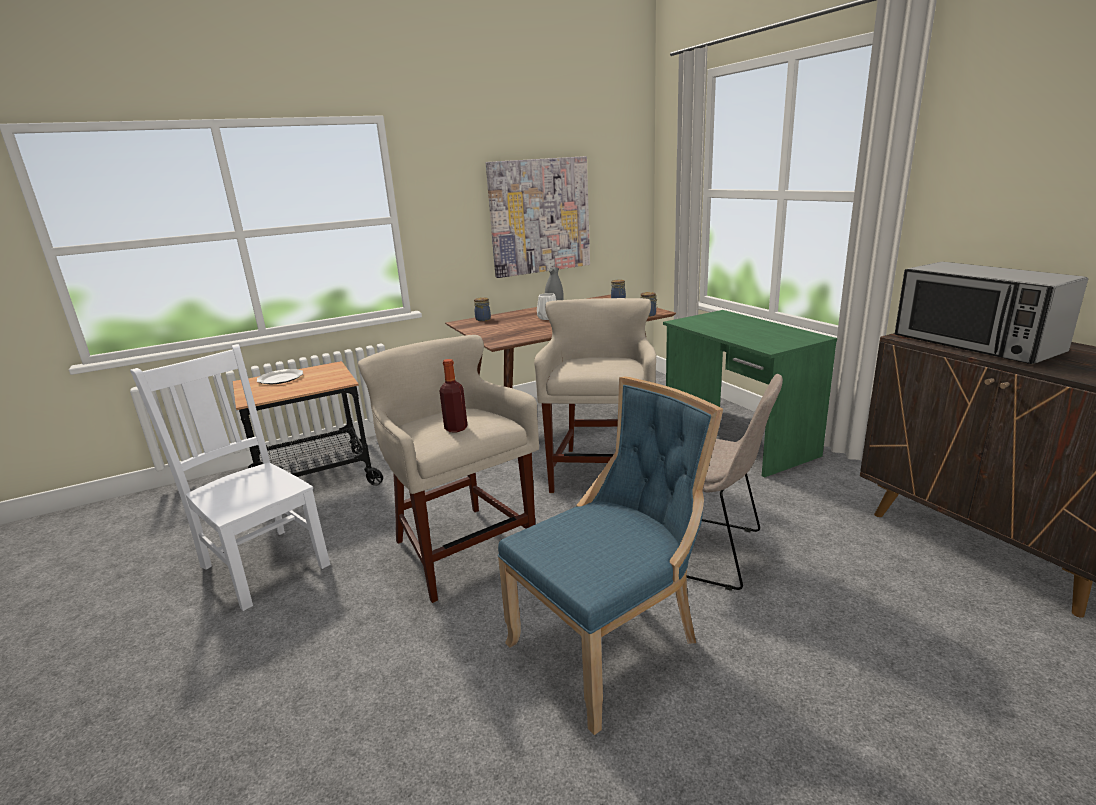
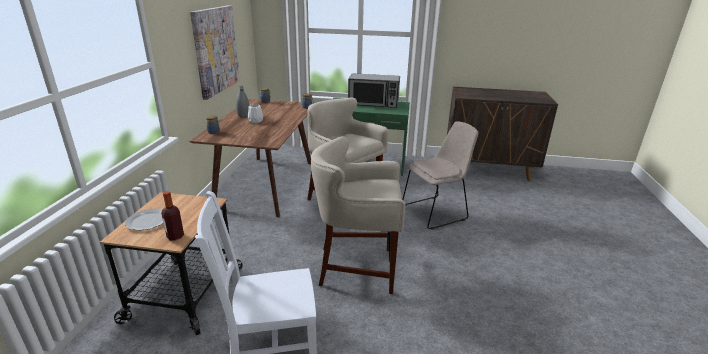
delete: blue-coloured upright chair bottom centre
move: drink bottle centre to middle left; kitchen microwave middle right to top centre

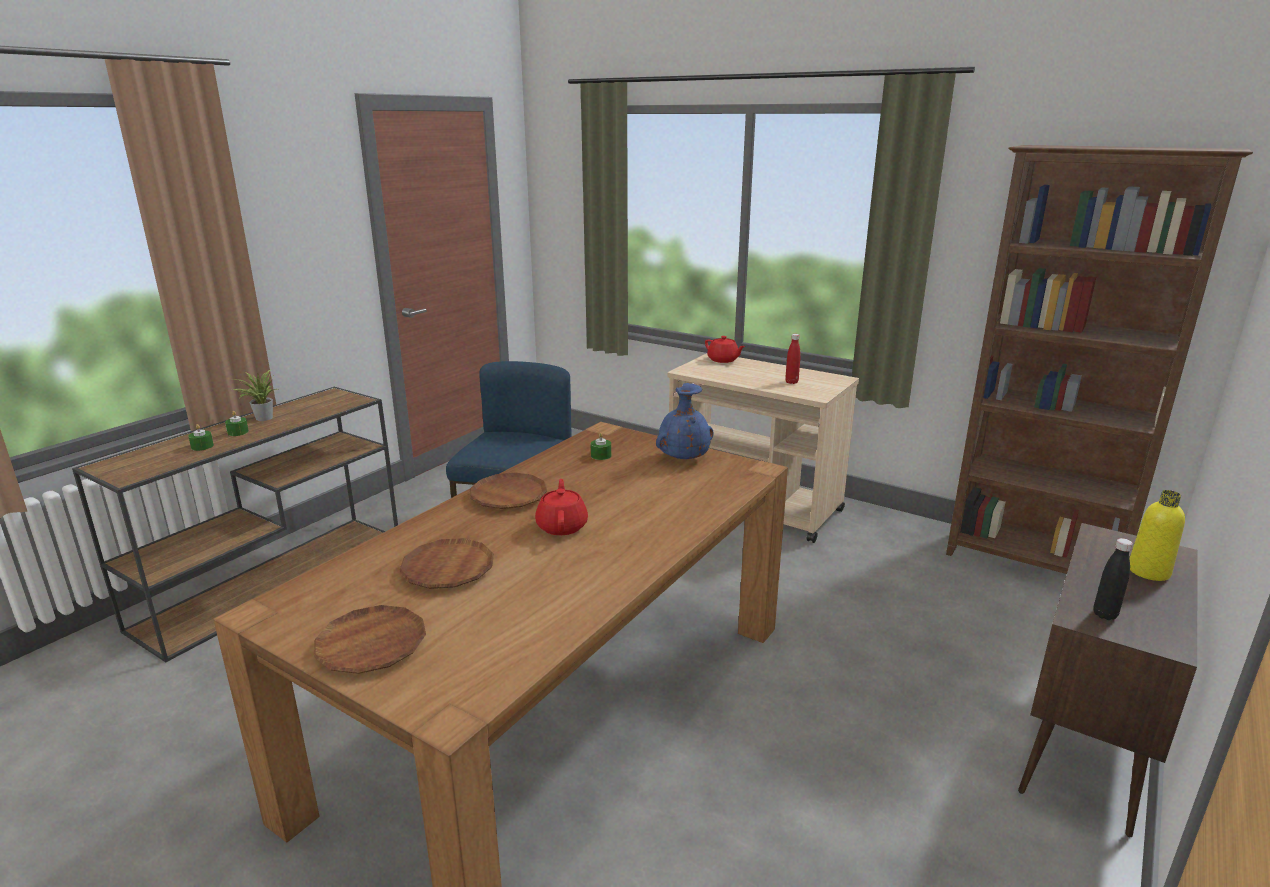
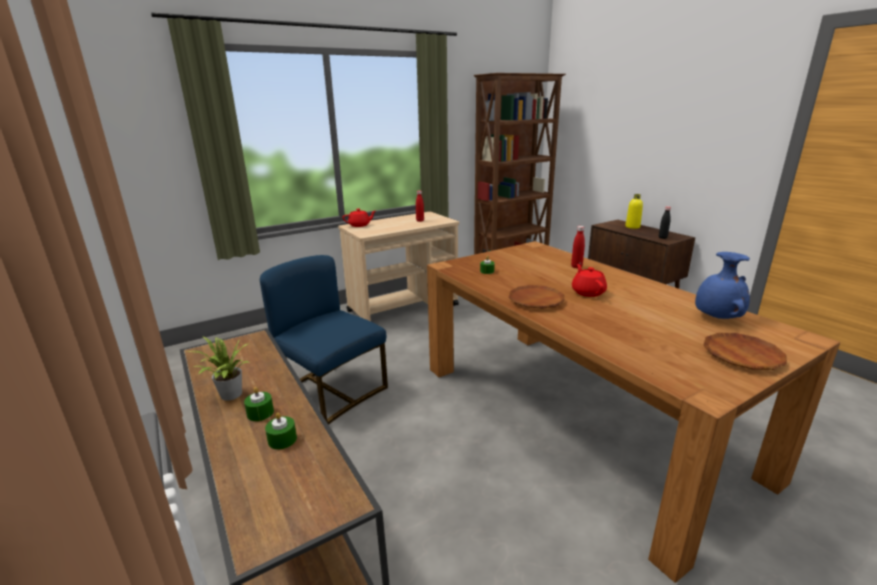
delete: brown-coloured flat dish (2nd from left) centre
insert: red-coloured drink bottle (2nd from left) centre
move: blue-coloured vase centre to middle right
rotate: red-coloured tea pot (1st from left in the first image) centre = middle right 60 degrees clockwise

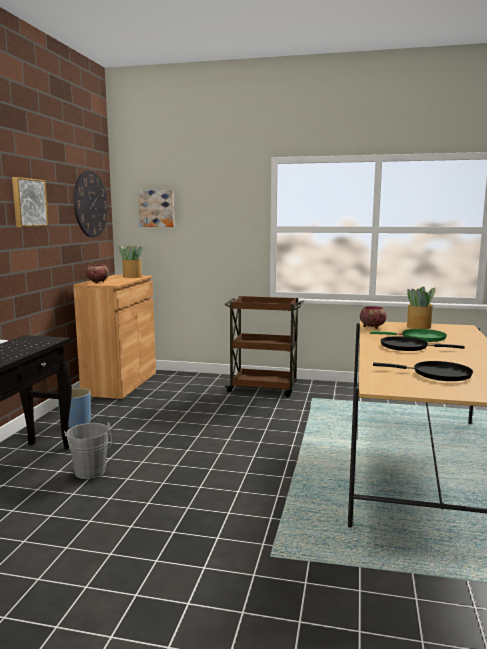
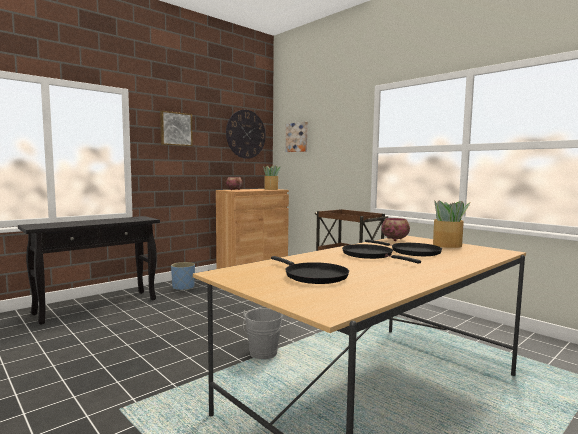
move: gray bucket bottom left to bottom centre
recolor: green skillet middle right to black skillet (3rd from left) middle right

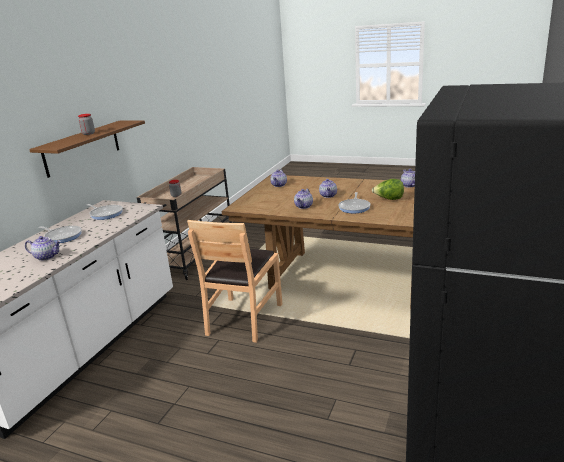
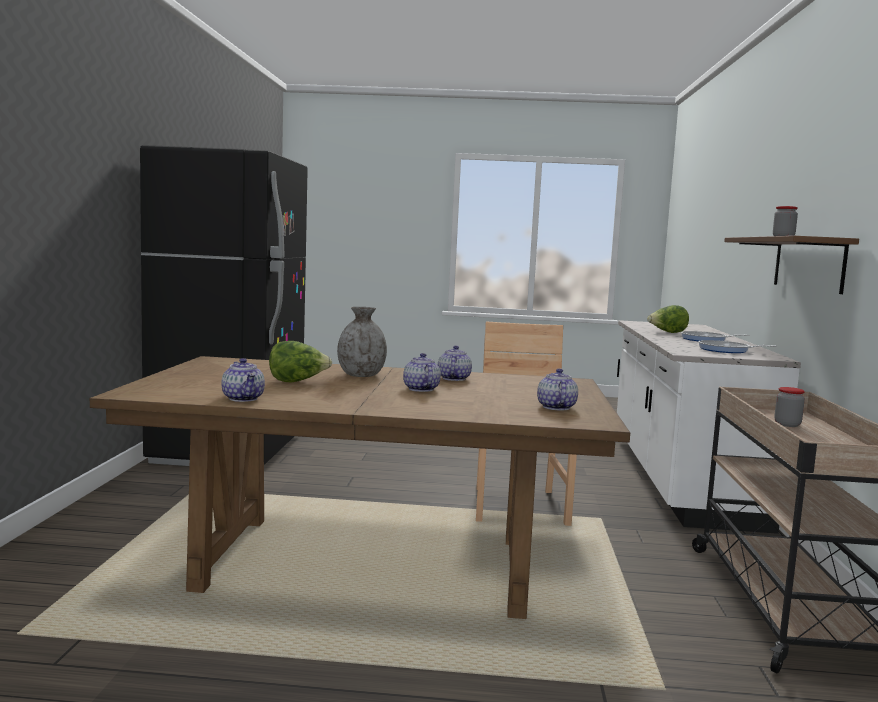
replace: tea pot (1st from left) middle left to lettuce head (2nd from left) middle right; skillet (3rd from left) centre to gray vase centre

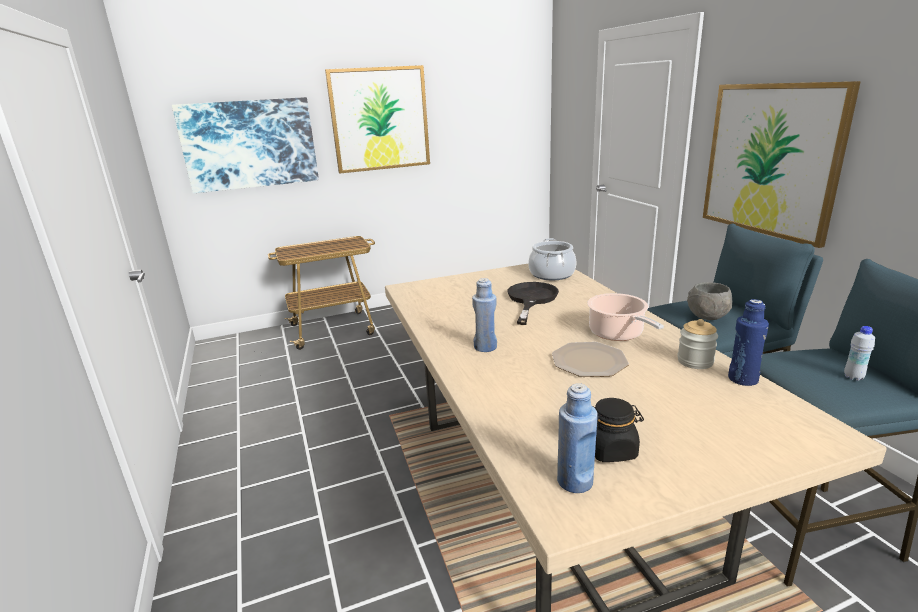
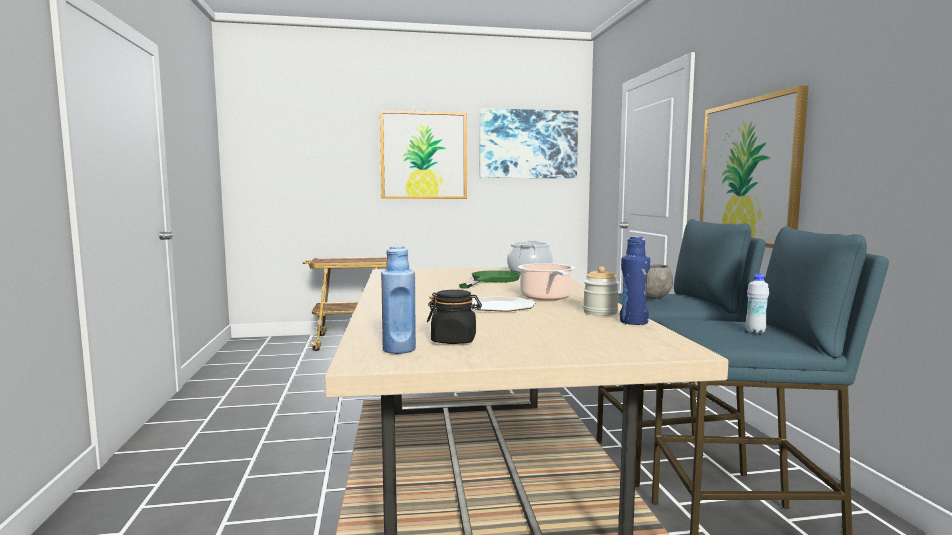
delete: blue-coloured drink bottle (1st from left) centre
move: picture (1st from left in the first image) top left to picture (2nd from left) top centre
recolor: black skillet centre to green skillet centre

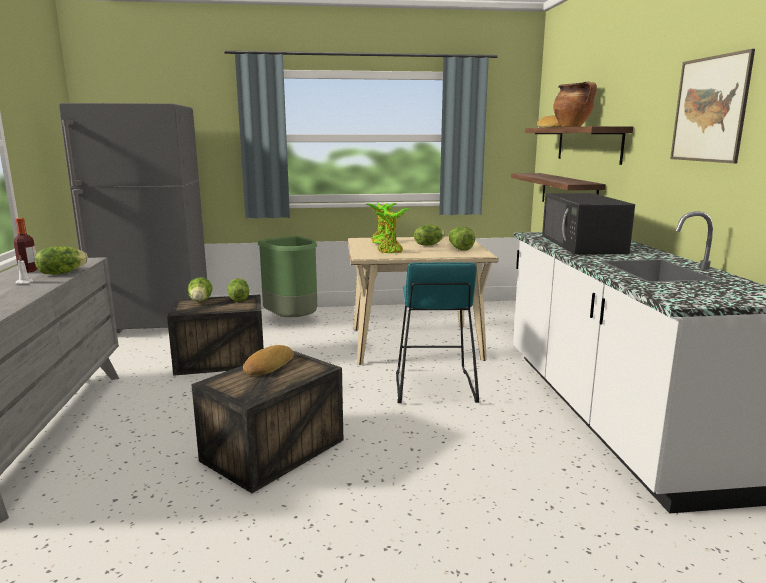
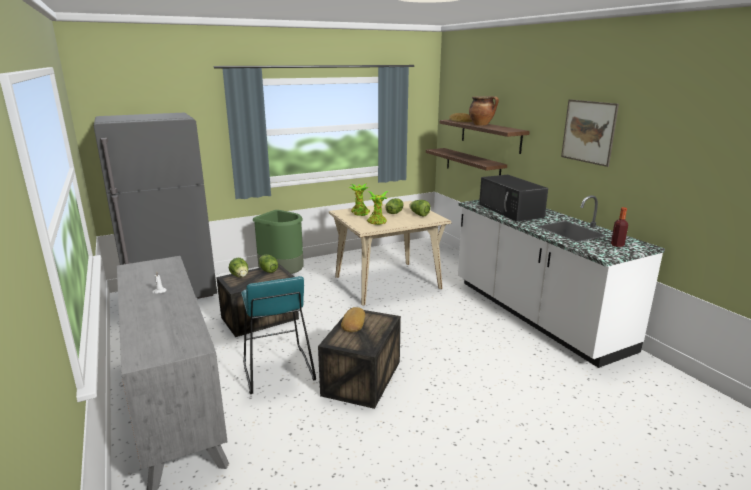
delete: lettuce head (1st from left) middle left
move: drink bottle middle left to middle right; turquoise-coloured stool seat centre to bottom centre

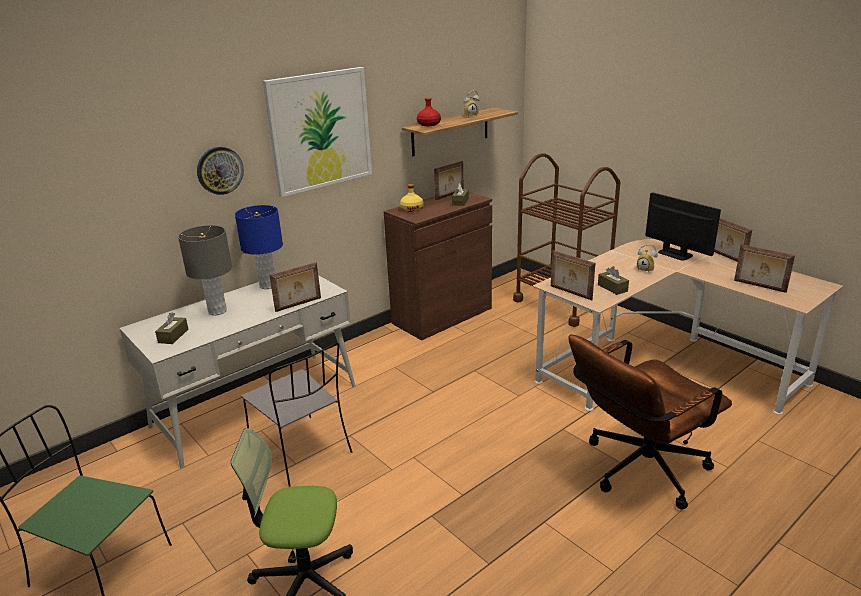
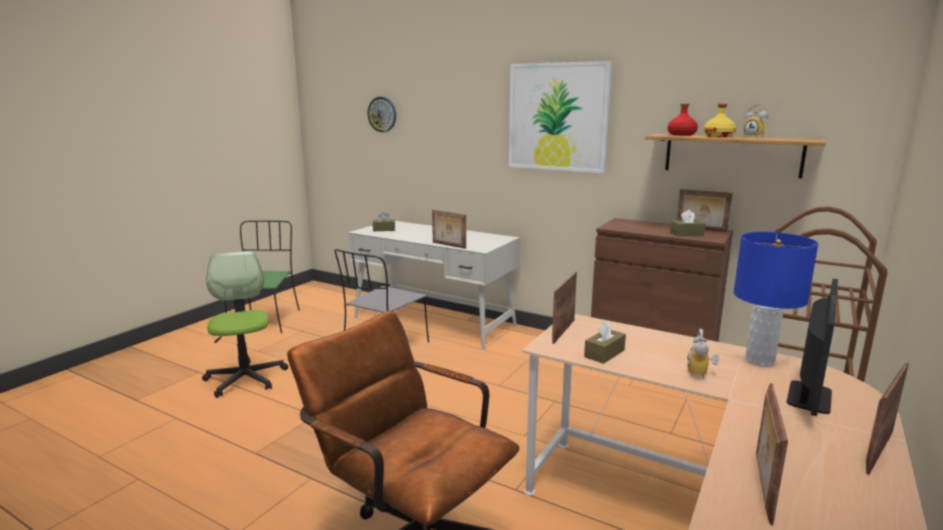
delete: gray table lamp middle left
move: hanging clock top left to top centre; blue-coloured table lamp middle left to middle right; yellowish drink bottle top centre to top right

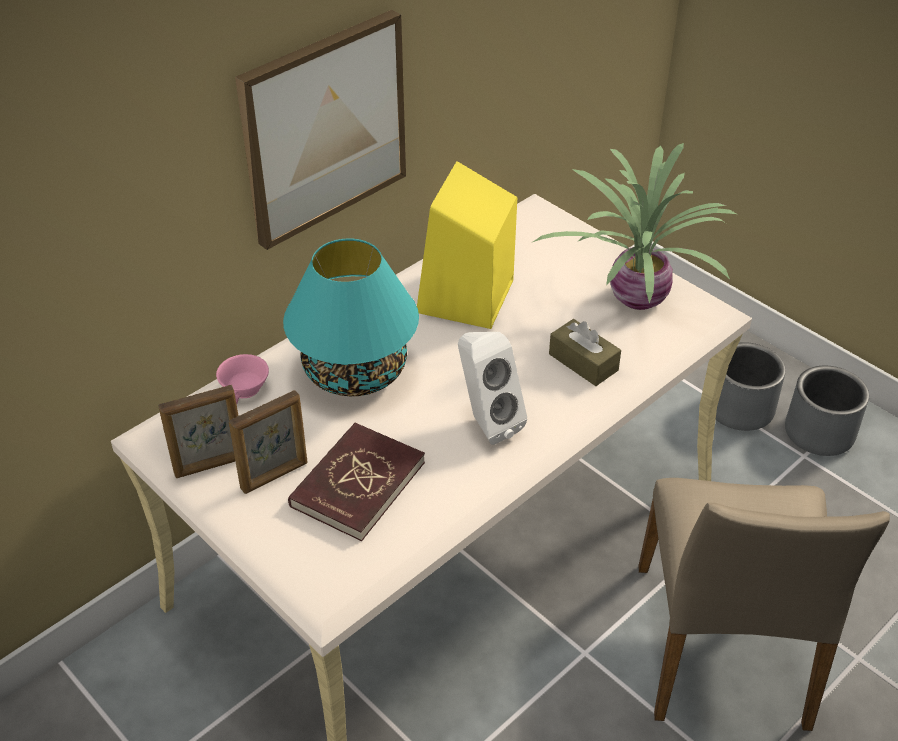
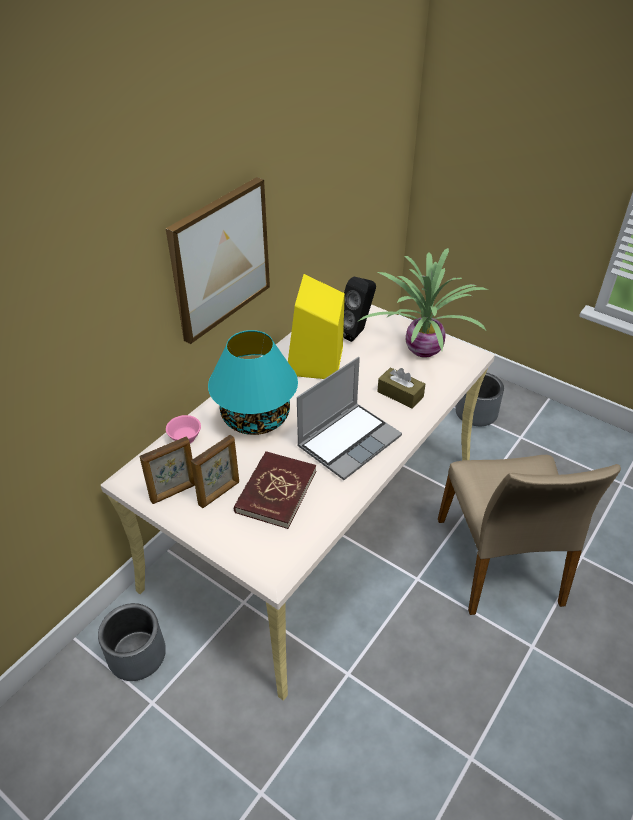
insert: black speaker centre
move: gray planter (2nd from left in the first image) middle right to gray planter (1st from left) bottom left
replace: white-coloured speaker centre to laptop centre

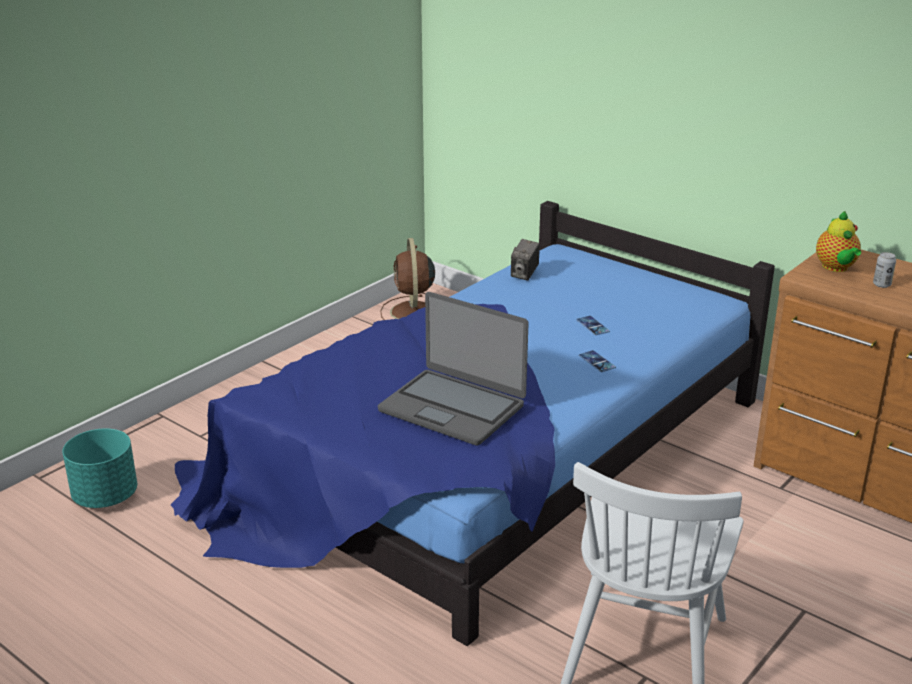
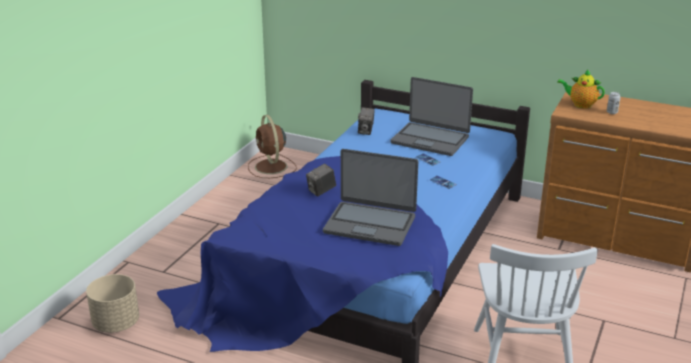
insert: photo camera (1st from left) centre; laptop (2nd from left) top centre
recolor: turquoise-coloured planter bottom left to sand-coloured planter bottom left
rotate: tea pot middle right = top right 135 degrees clockwise

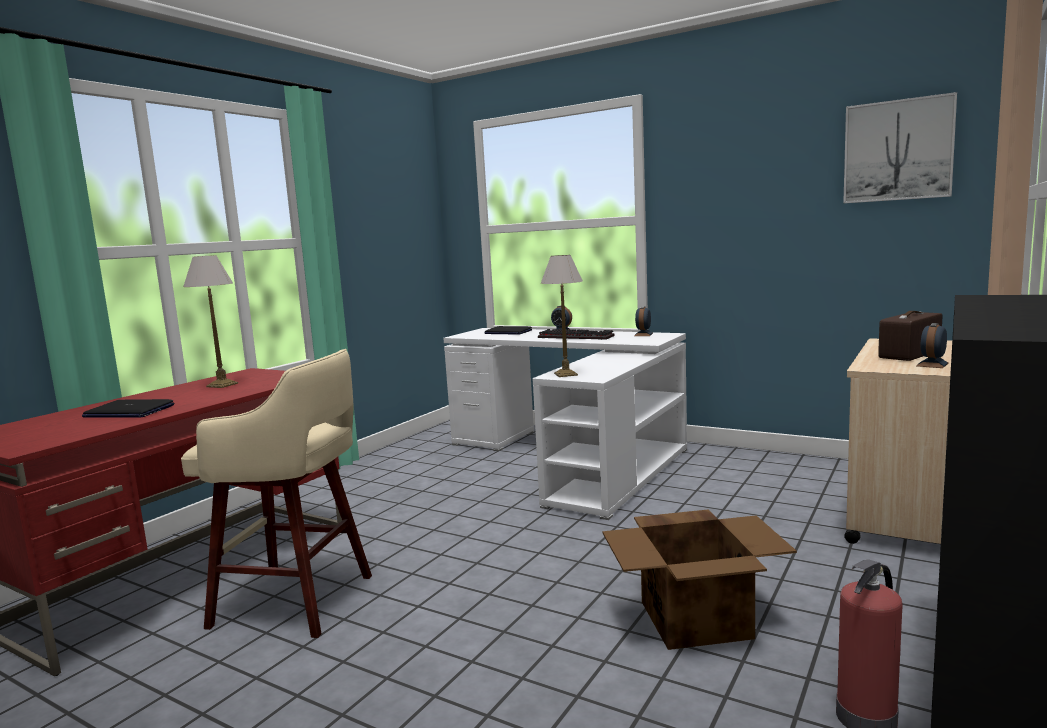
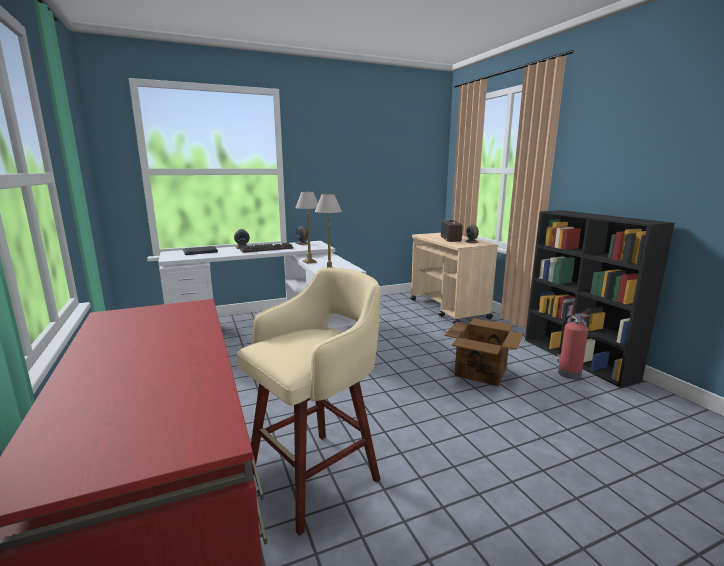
delete: laptop (1st from left) middle left; picture top right
move: table lamp (1st from left) middle left to centre

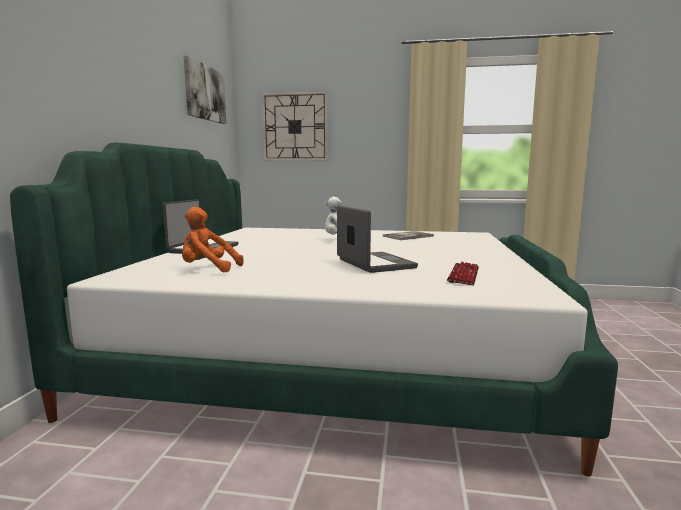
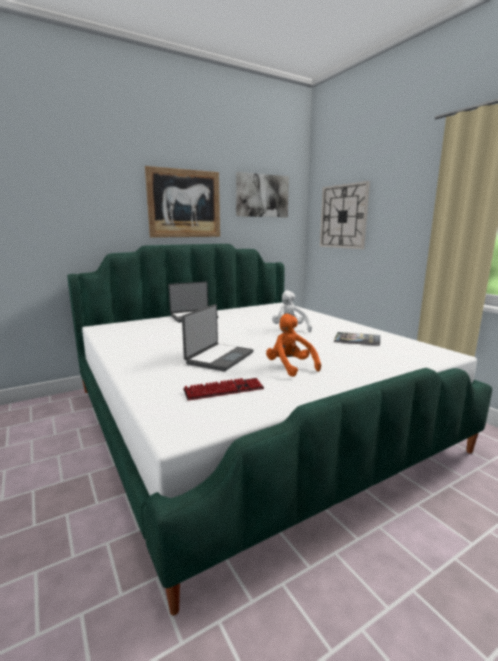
insert: picture (1st from left) top centre
move: orangey soft toy middle left to centre

